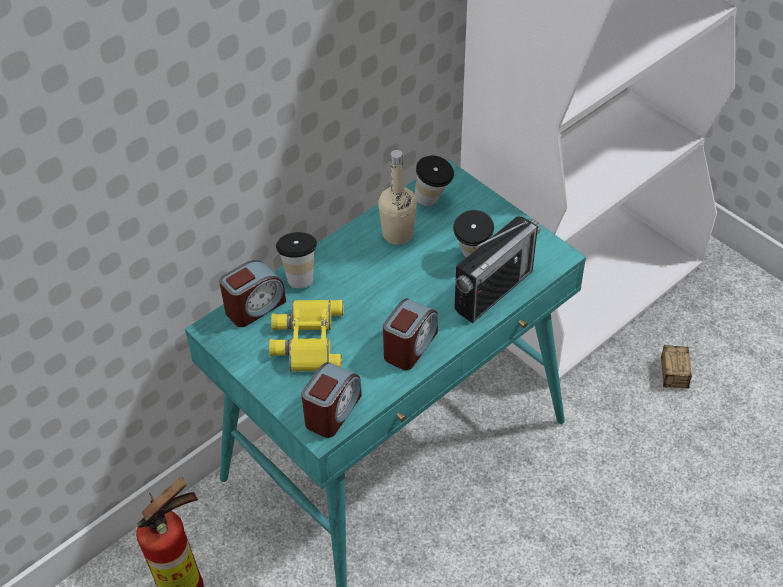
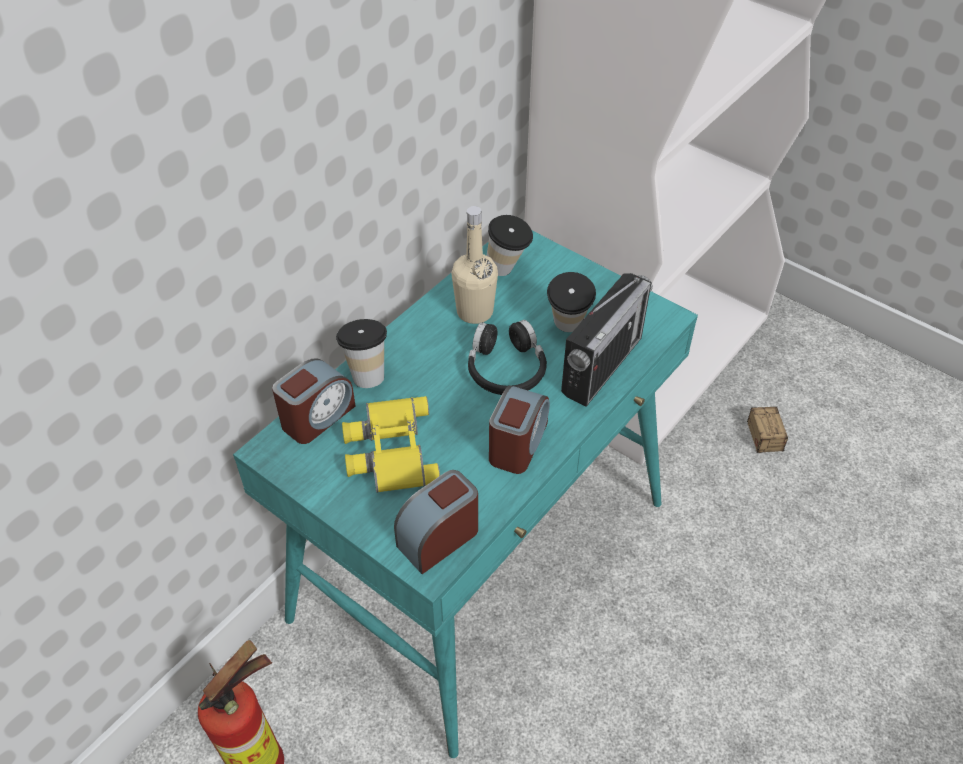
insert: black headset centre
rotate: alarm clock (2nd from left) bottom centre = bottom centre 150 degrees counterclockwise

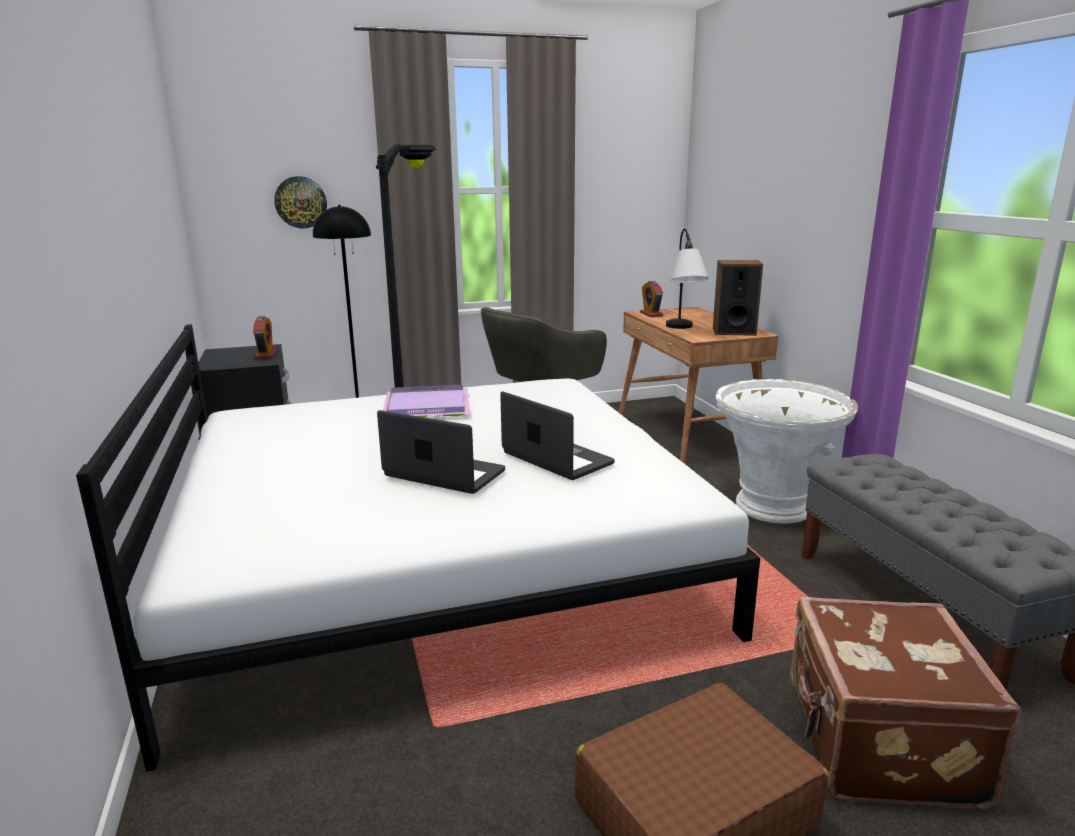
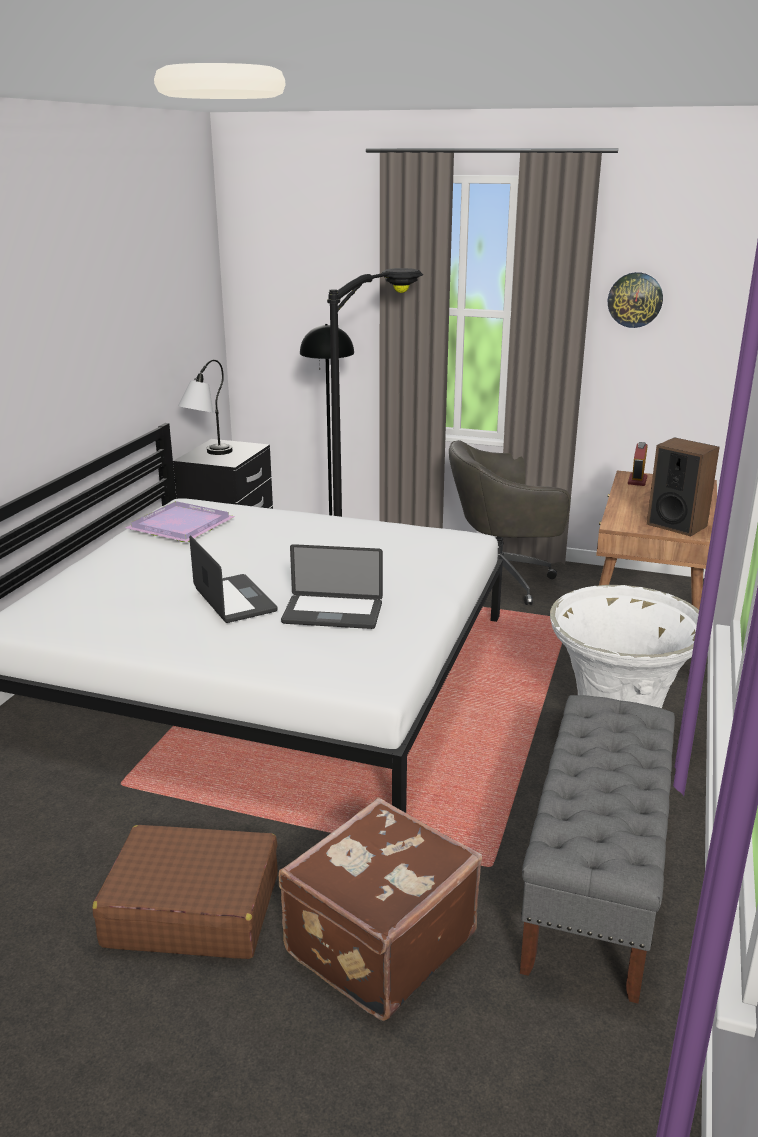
delete: alarm clock (1st from left) middle left
move: hanging clock top left to top right; purple-coloured tray centre to middle left; table lamp centre to middle left
rotate: laptop (2nd from left) centre = centre 105 degrees clockwise

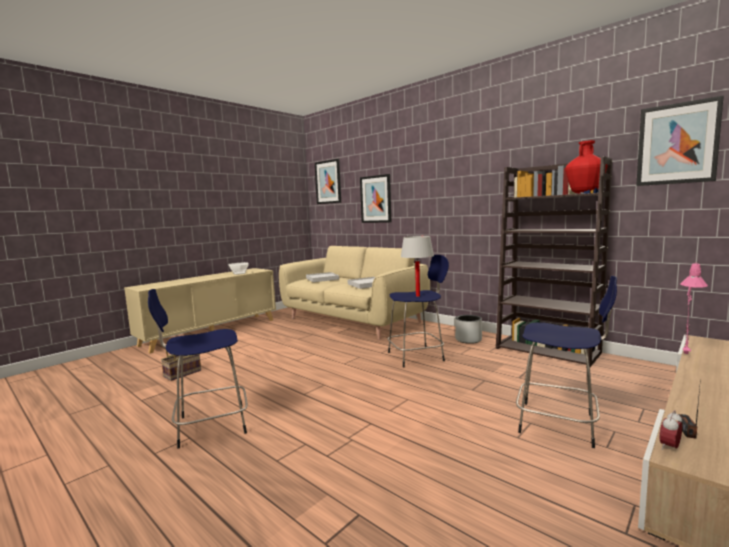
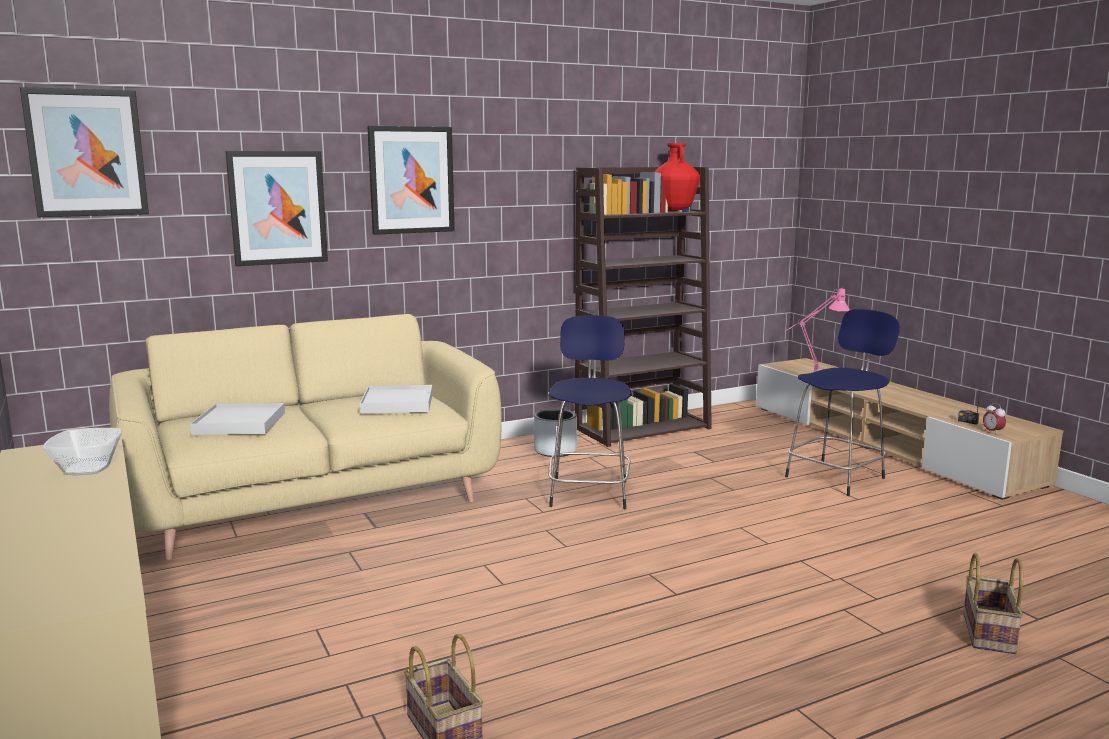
delete: blue-coloured stool seat (1st from left) bottom left; white-coloured table lamp centre
insert: basket (2nd from left) bottom right
move: picture (3rd from left) top right to top centre

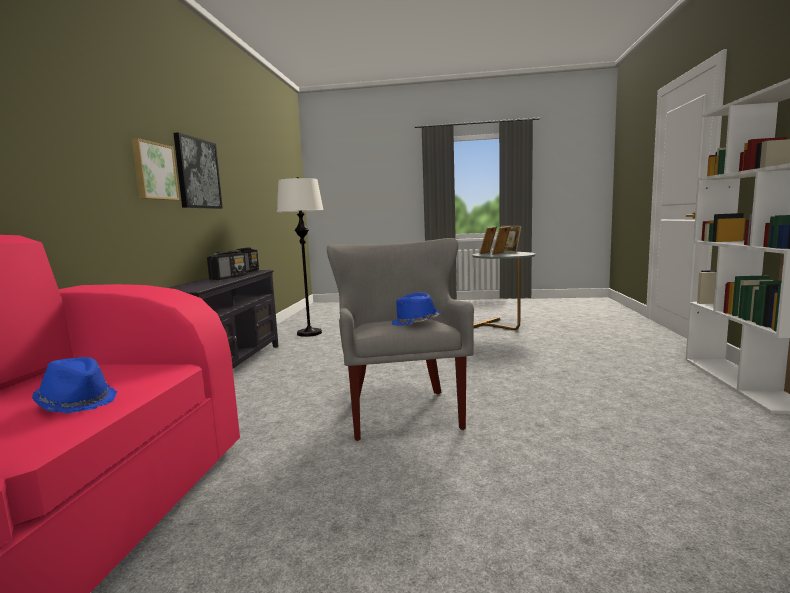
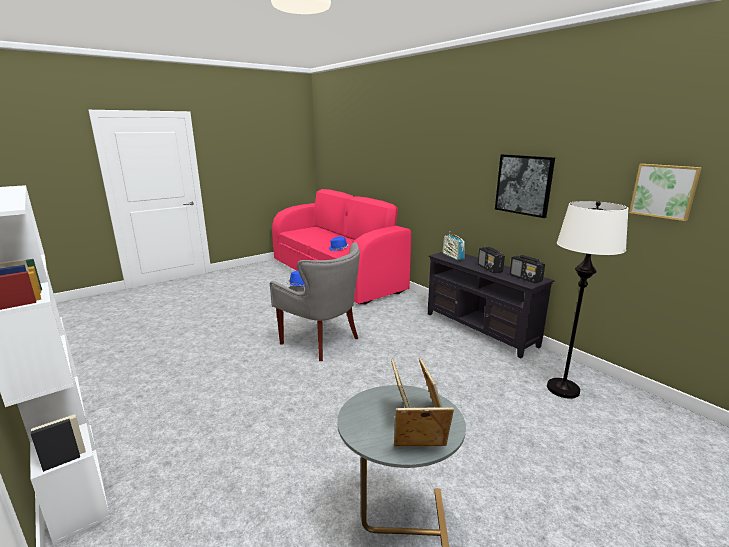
insert: radio set (1st from left) centre
move: picture (1st from left in the first image) top left to picture (2nd from left) middle right

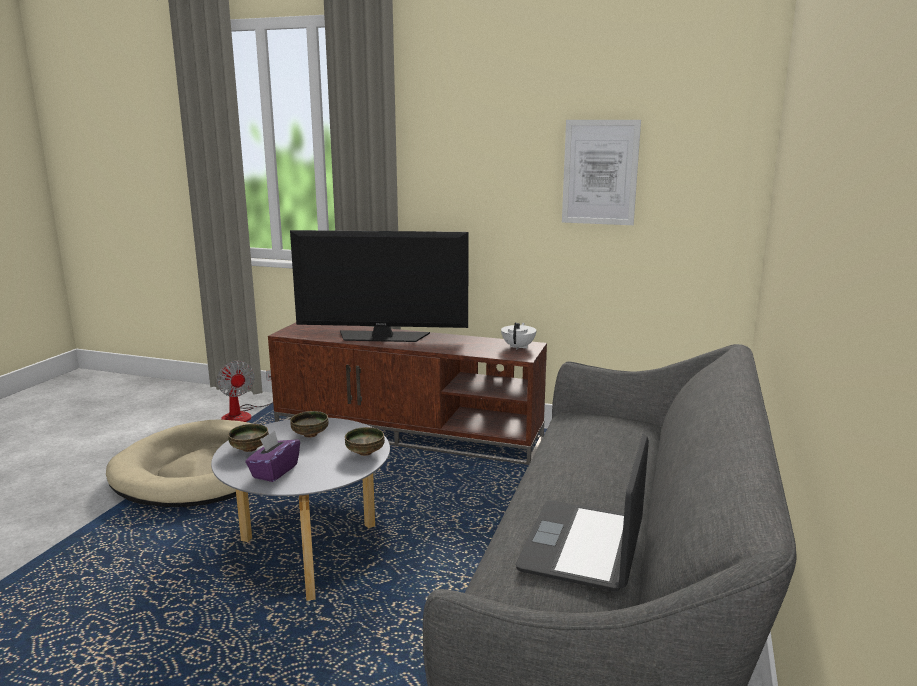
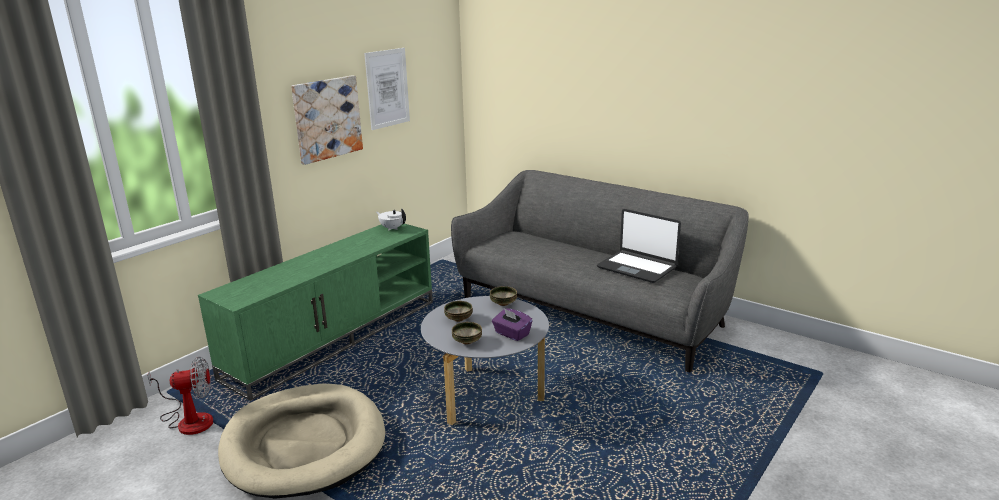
delete: TV set centre
insert: picture (1st from left) top left
recolor: brown-coloured media console centre to green media console middle left

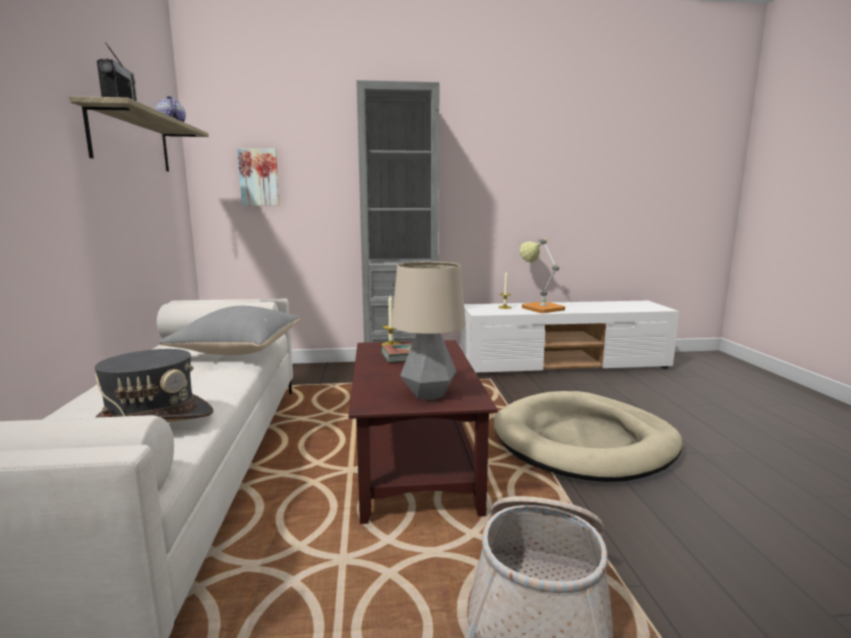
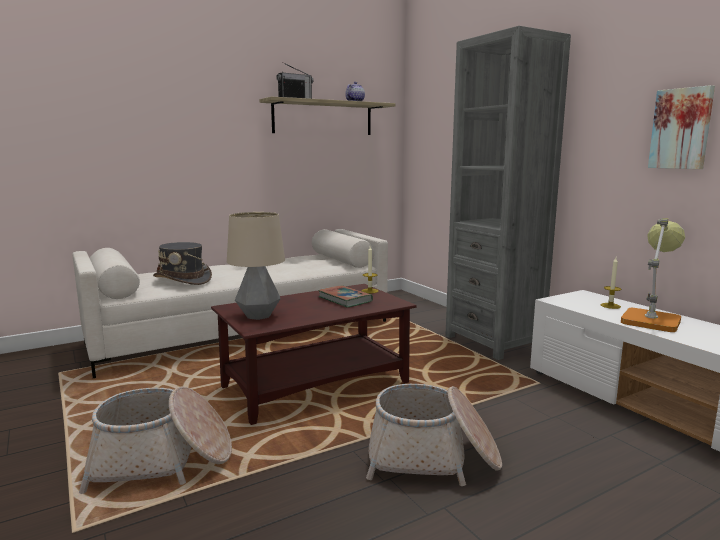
delete: gray throw pillow middle left
move: picture top left to top right
replace: sand-coloured dog cushion bottom right to basket (2nd from left) bottom centre

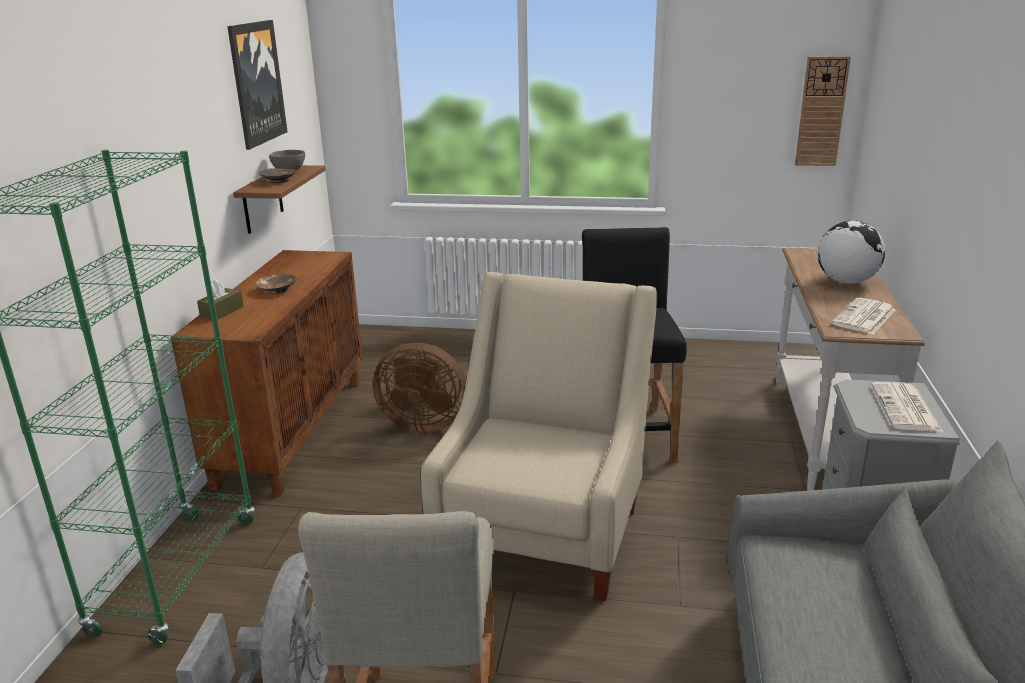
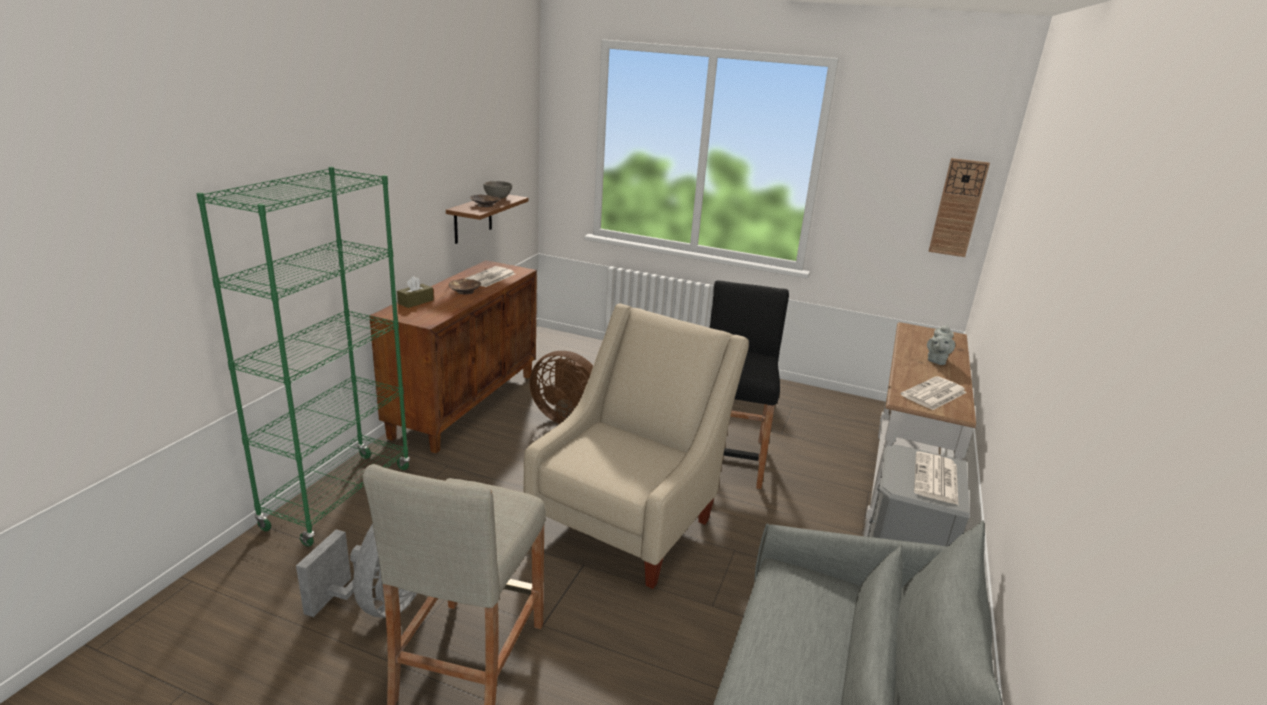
delete: picture top left
insert: newspaper (1st from left) centre
replace: world globe middle right to gray tea pot middle right

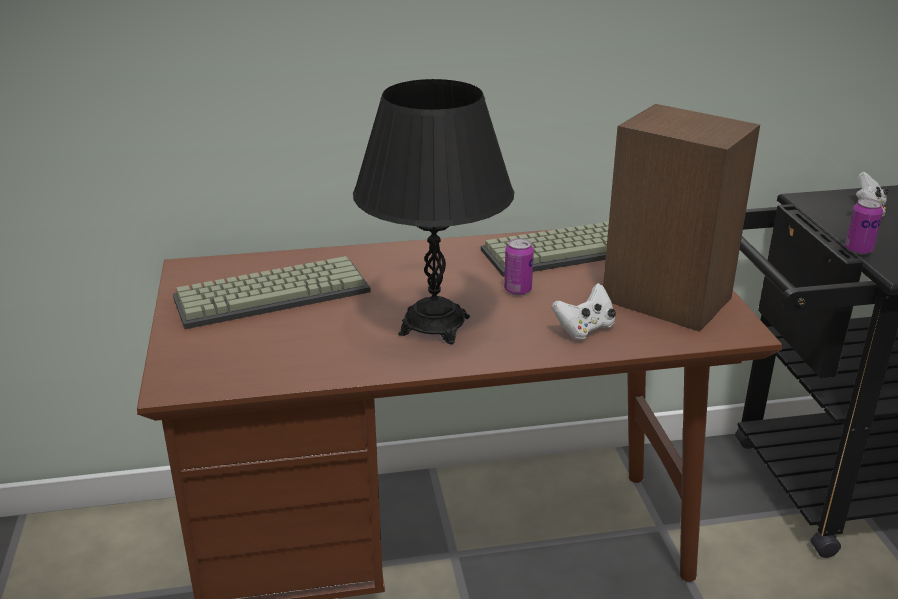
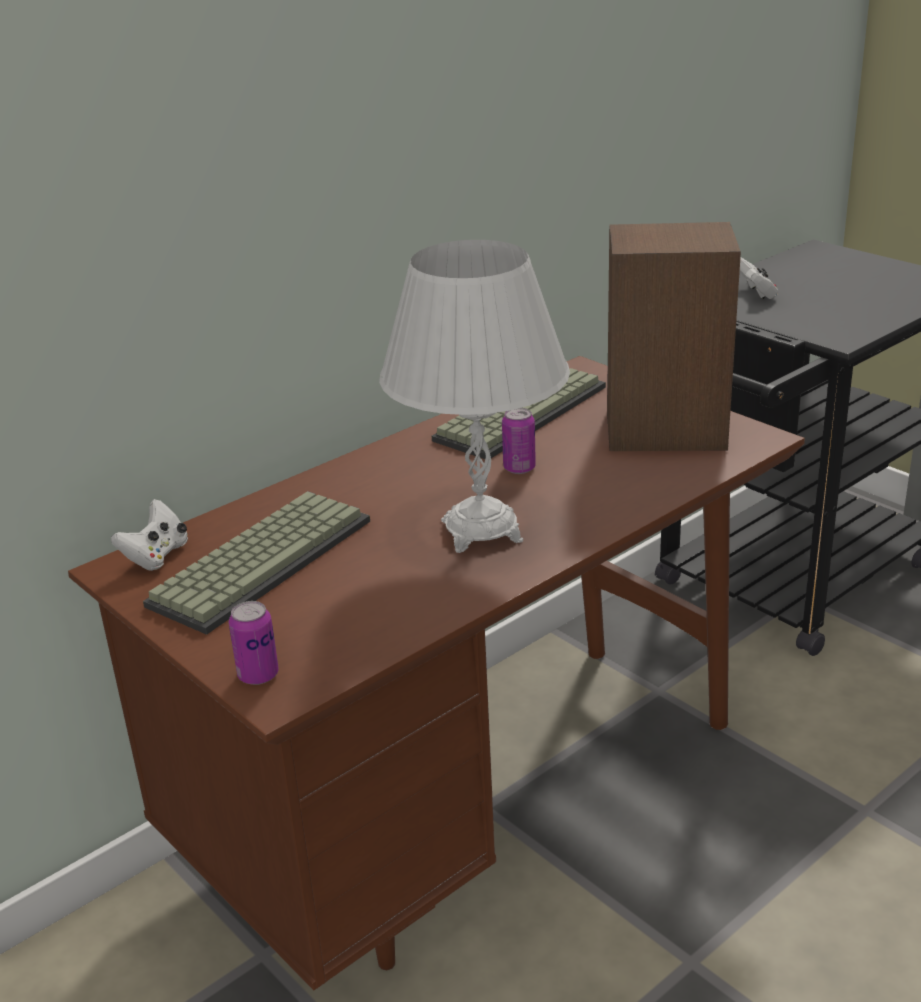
move: white-coloured joypad (1st from left) centre to middle left; metal can (2nd from left in the first image) middle right to metal can (1st from left) middle left
recolor: black table lamp centre to white-coloured table lamp centre

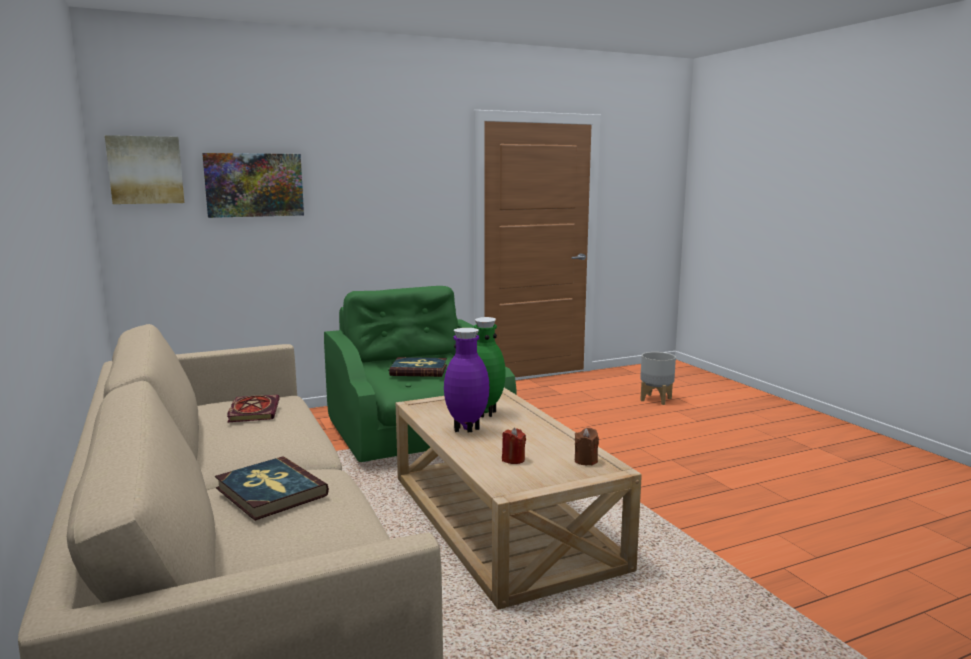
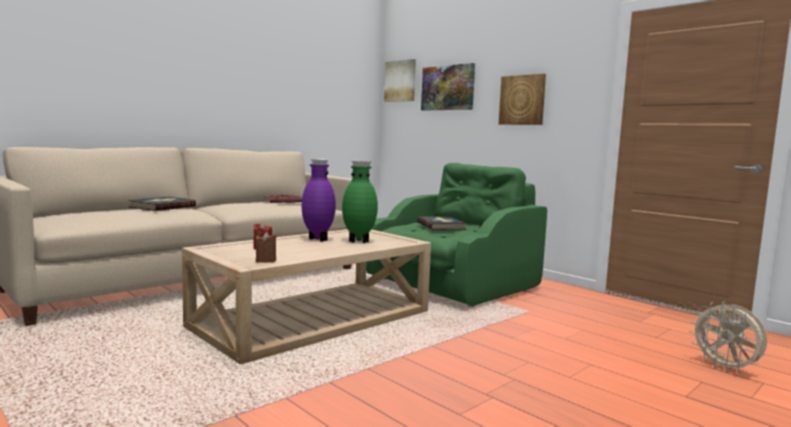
insert: picture (3rd from left) top centre
replace: gray planter middle right to sand-coloured electric fan bottom right

